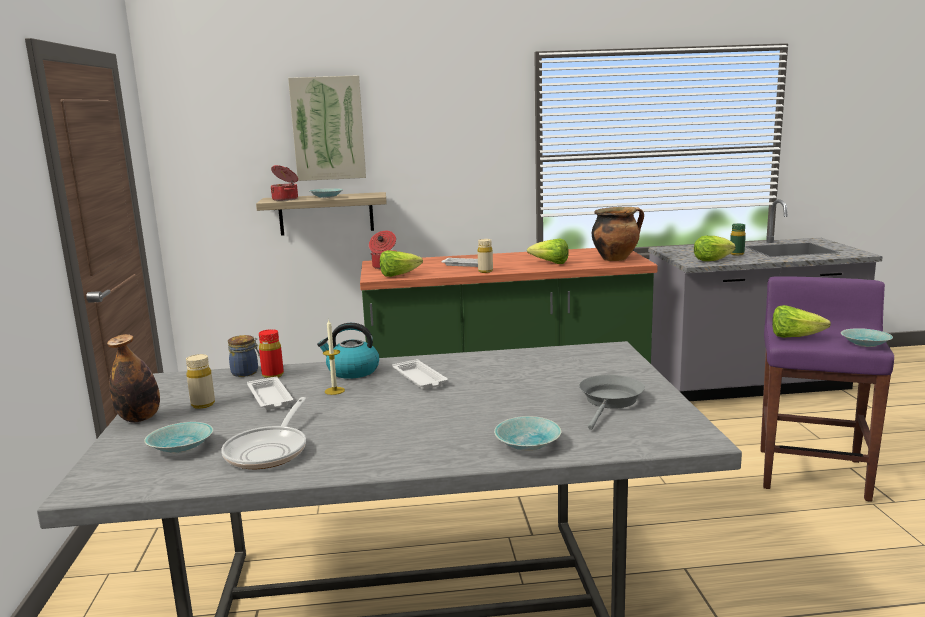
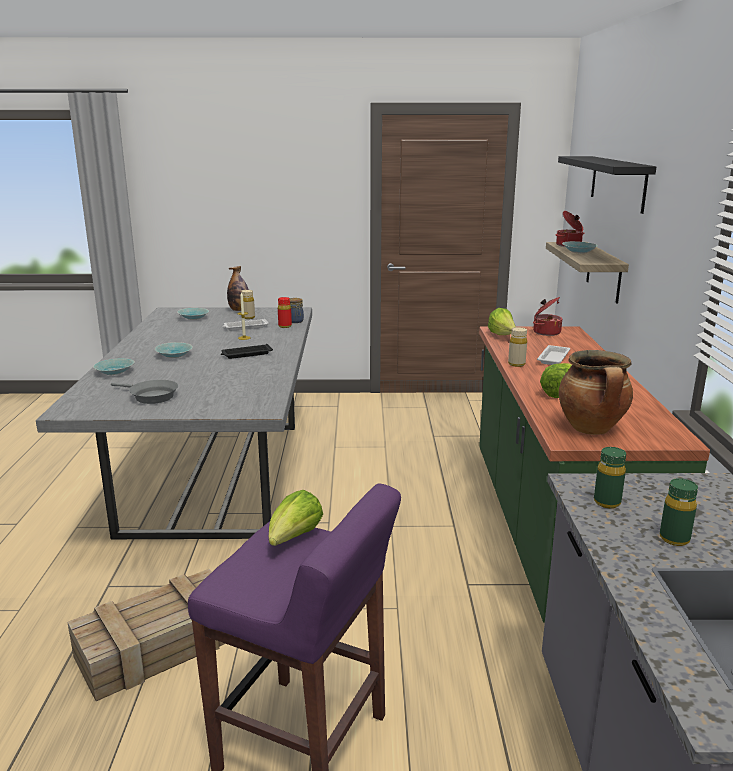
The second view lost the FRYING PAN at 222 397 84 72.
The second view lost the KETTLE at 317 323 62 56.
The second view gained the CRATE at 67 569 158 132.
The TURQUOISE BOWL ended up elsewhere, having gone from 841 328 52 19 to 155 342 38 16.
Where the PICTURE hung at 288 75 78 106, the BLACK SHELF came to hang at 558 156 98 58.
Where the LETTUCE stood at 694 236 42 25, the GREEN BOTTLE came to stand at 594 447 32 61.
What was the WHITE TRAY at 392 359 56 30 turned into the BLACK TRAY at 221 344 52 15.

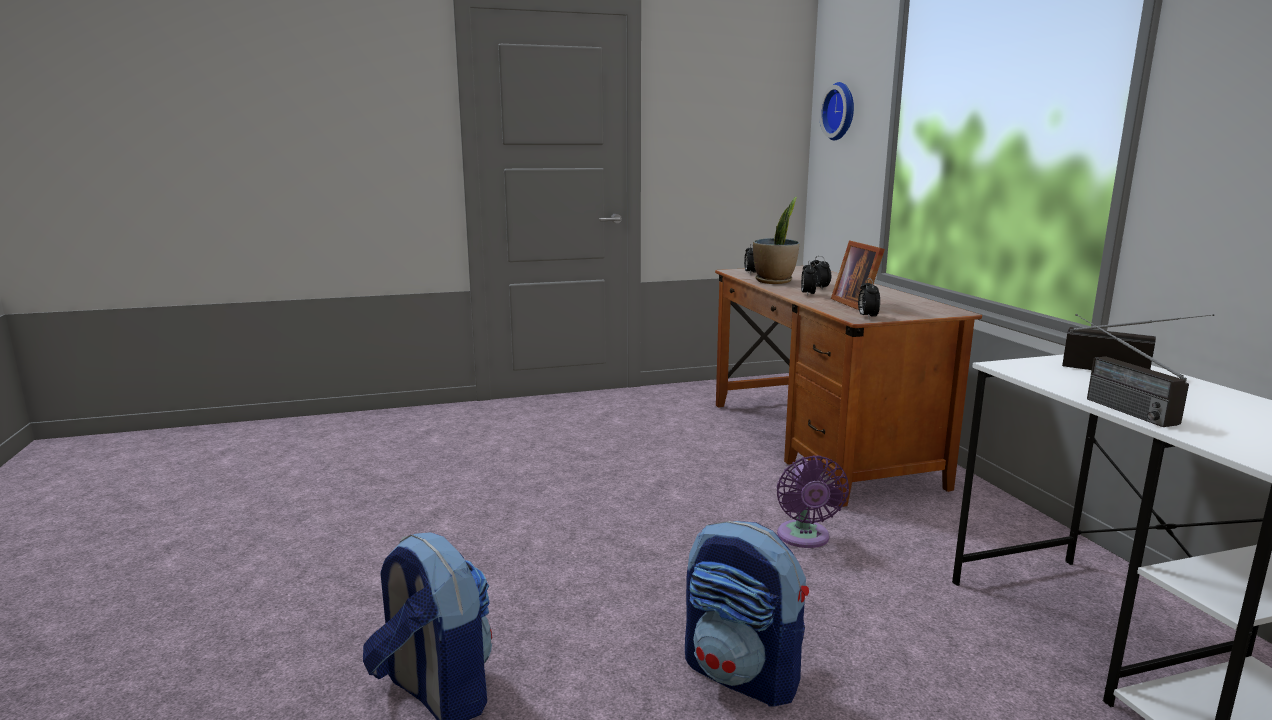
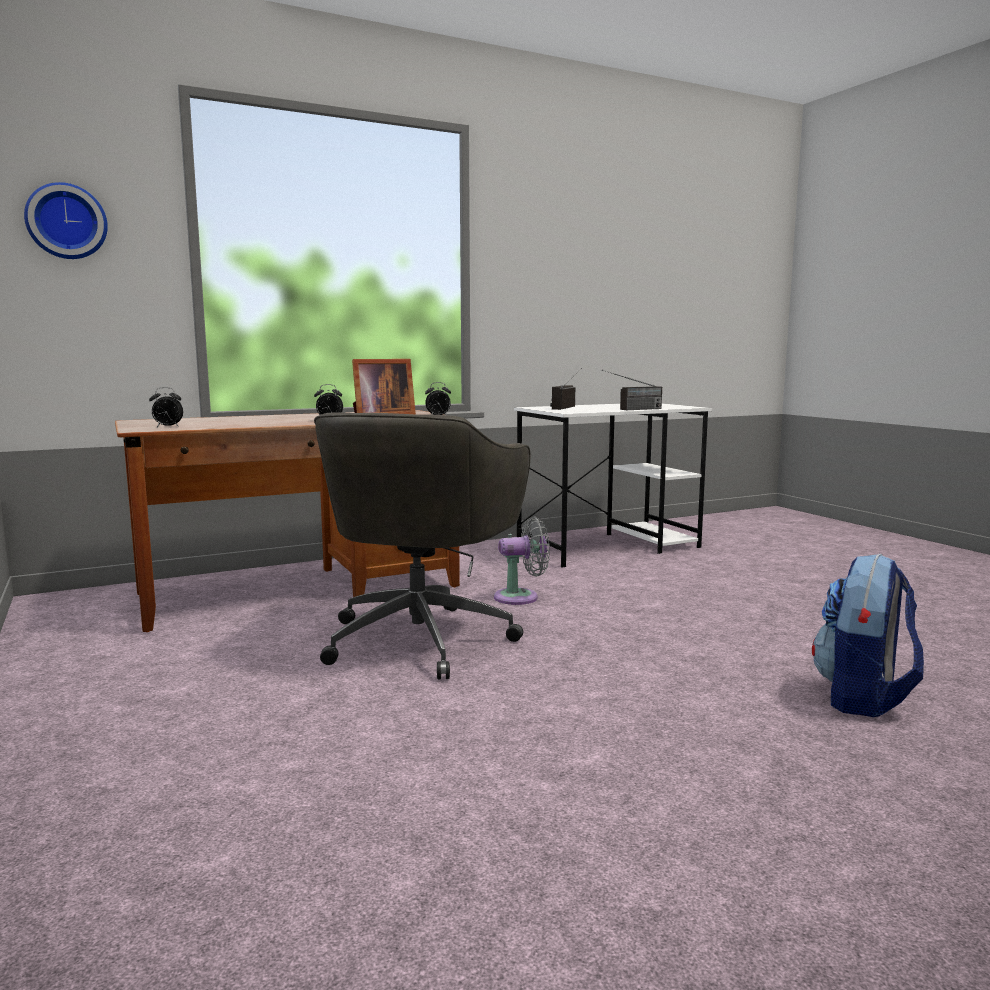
The second view lost the BACKPACK at 685 521 124 186.
The second view lost the POTTED PLANT at 753 197 46 87.
The second view lost the ALARM CLOCK at 811 256 20 34.
The second view gained the GREY OFFICE CHAIR at 314 412 216 268.
What was the PURPLE FAN at 776 455 73 93 turned into the GREY FAN at 494 516 56 89.

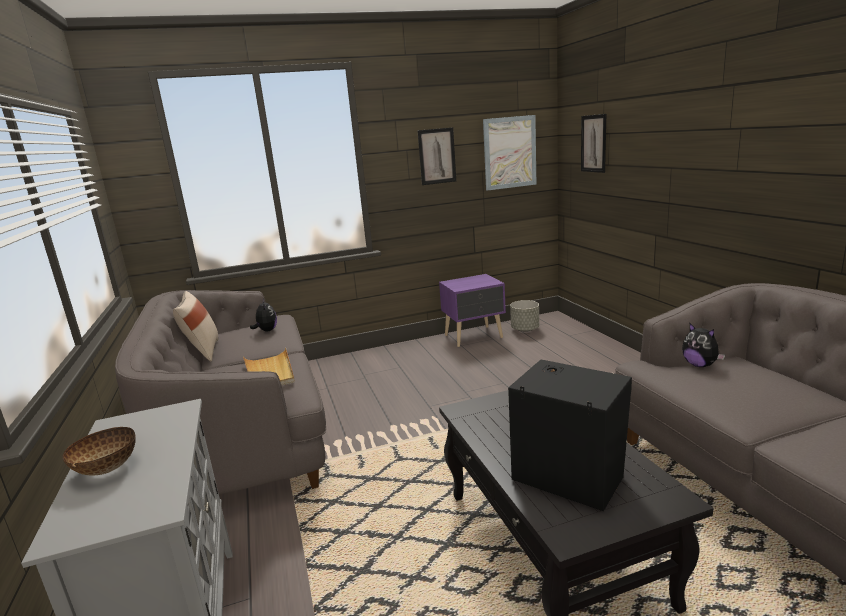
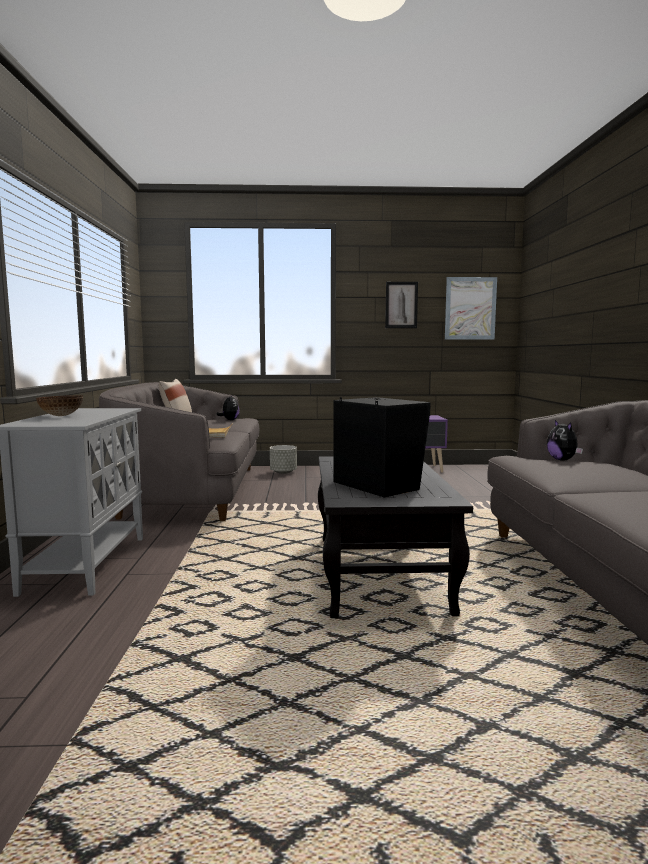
The second view lost the PICTURE at 581 114 25 59.
The GREY PLANTER ended up elsewhere, having gone from 510 300 29 32 to 270 445 27 29.

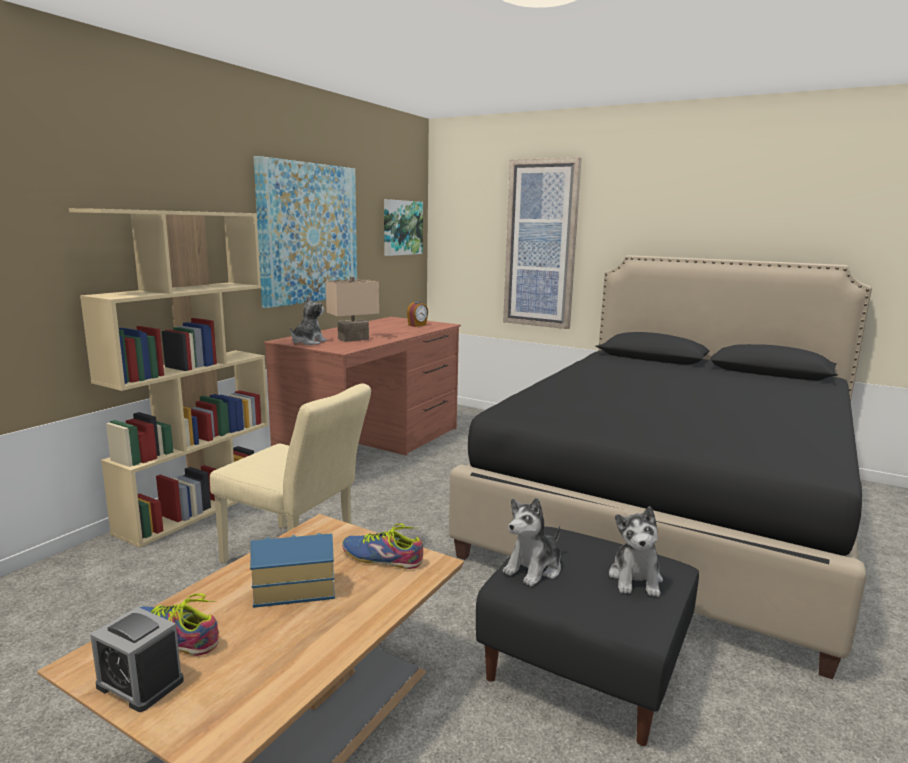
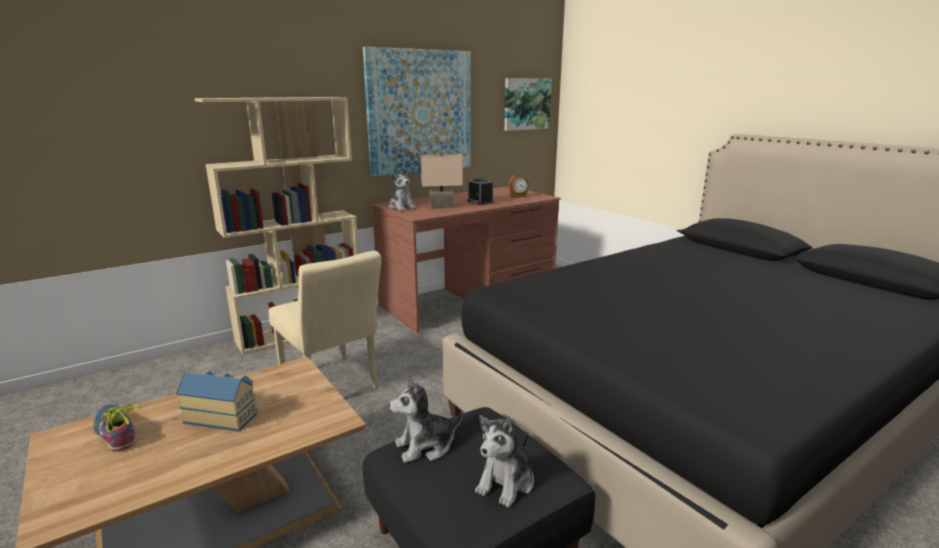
The second view lost the SHOE at 342 523 81 46.
The second view lost the PICTURE at 503 157 78 172.
The ALARM CLOCK ended up elsewhere, having gone from 90 607 94 105 to 467 178 27 27.
The PLUSH TOY at 290 295 37 50 ended up facing another way, 90 degrees clockwise from before.

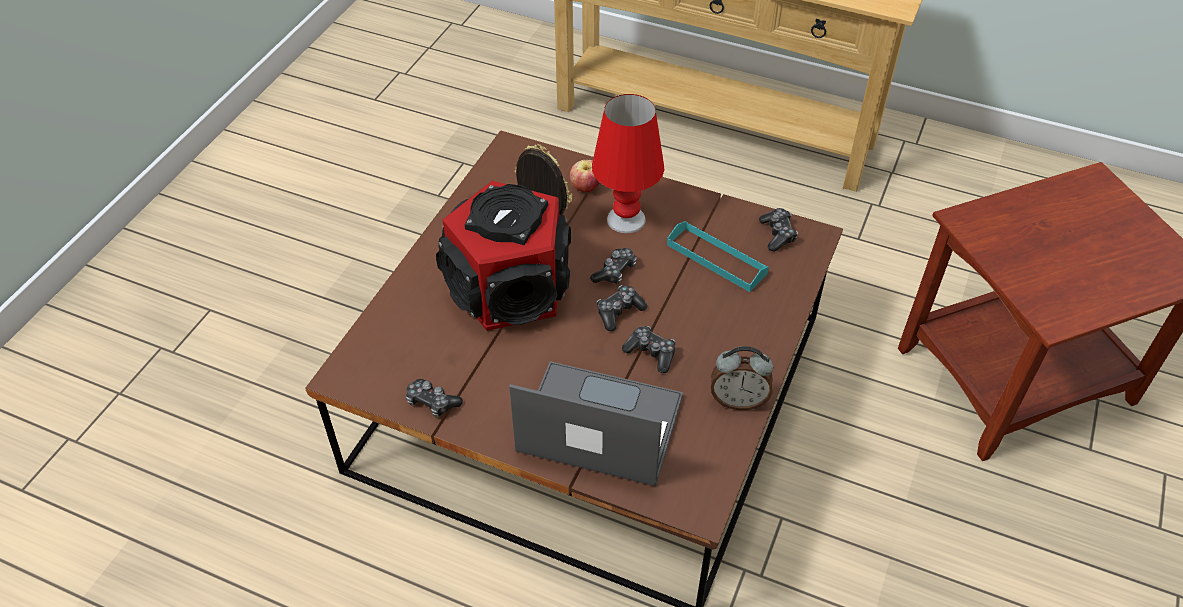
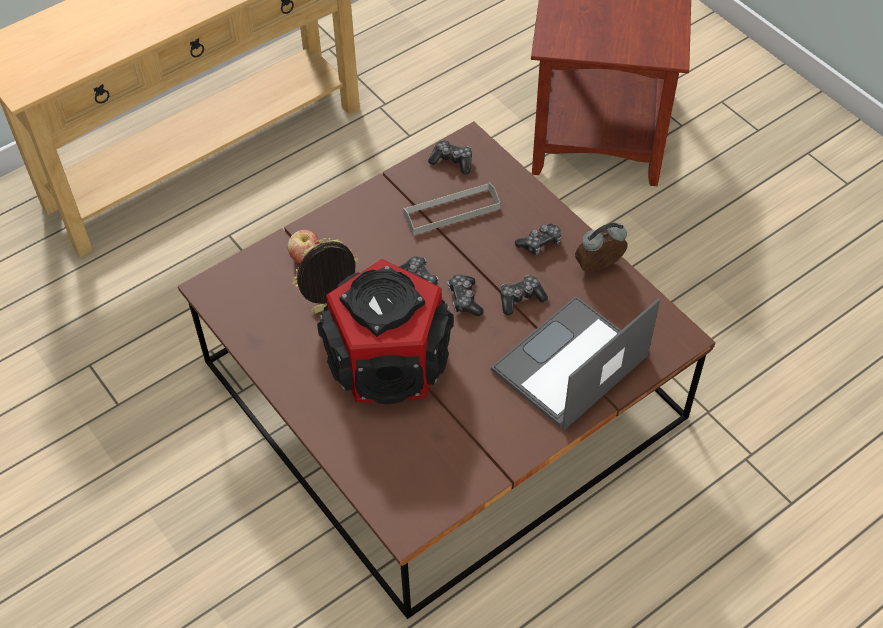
The second view lost the RED TABLE LAMP at 592 94 72 140.
The GAME CONTROLLER ended up elsewhere, having gone from 406 379 57 38 to 515 224 46 31.
What was the TURQUOISE TRAY at 667 221 102 71 turned into the GREY TRAY at 403 182 97 53.
The ALARM CLOCK at 711 346 62 64 ended up facing another way, 150 degrees counterclockwise from before.

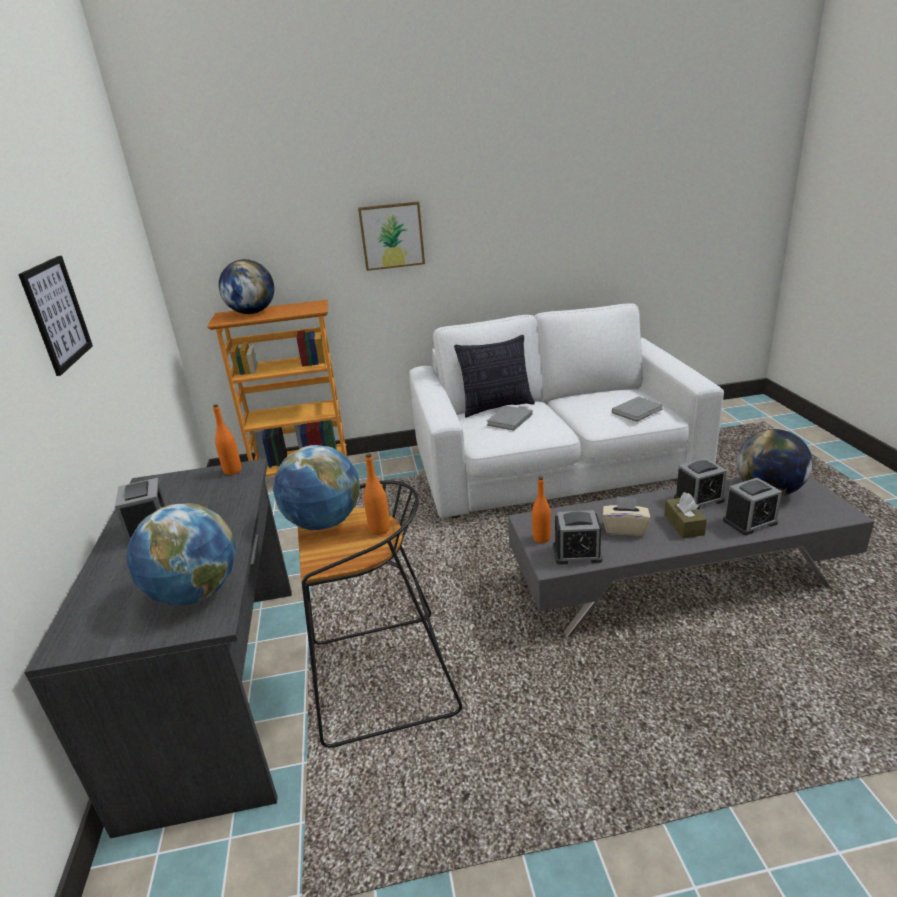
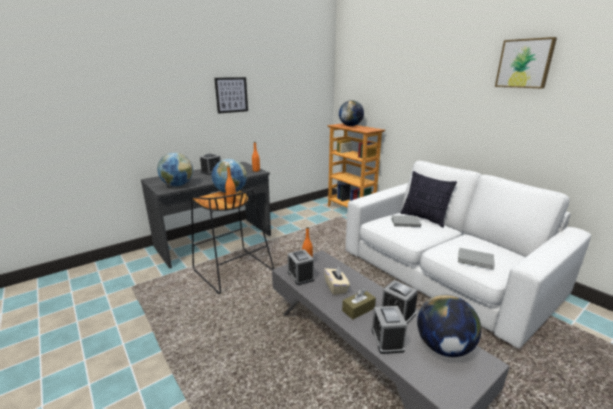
The PICTURE ended up elsewhere, having gone from 358 201 67 70 to 495 37 62 51.
The ALARM CLOCK at 723 478 59 57 ended up facing another way, 45 degrees clockwise from before.

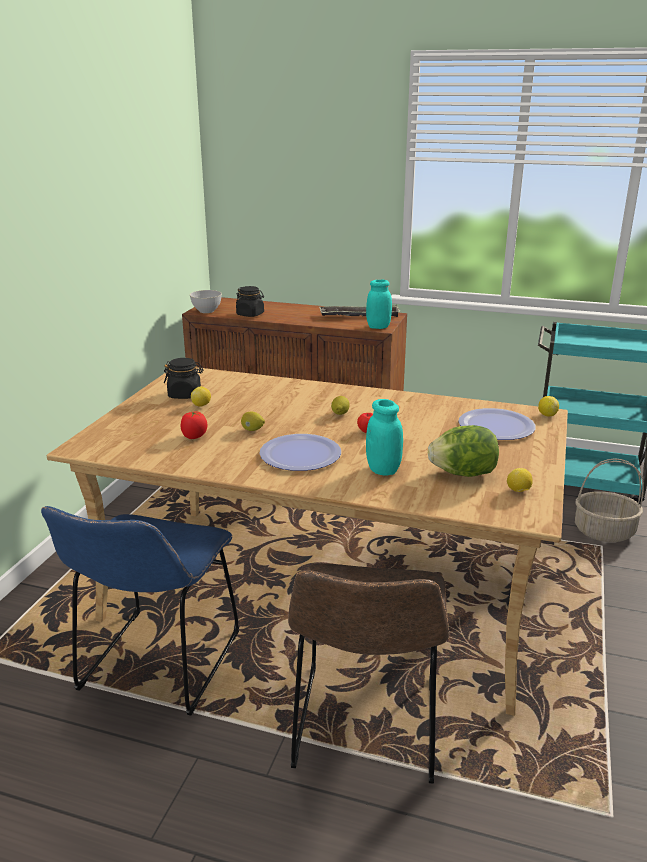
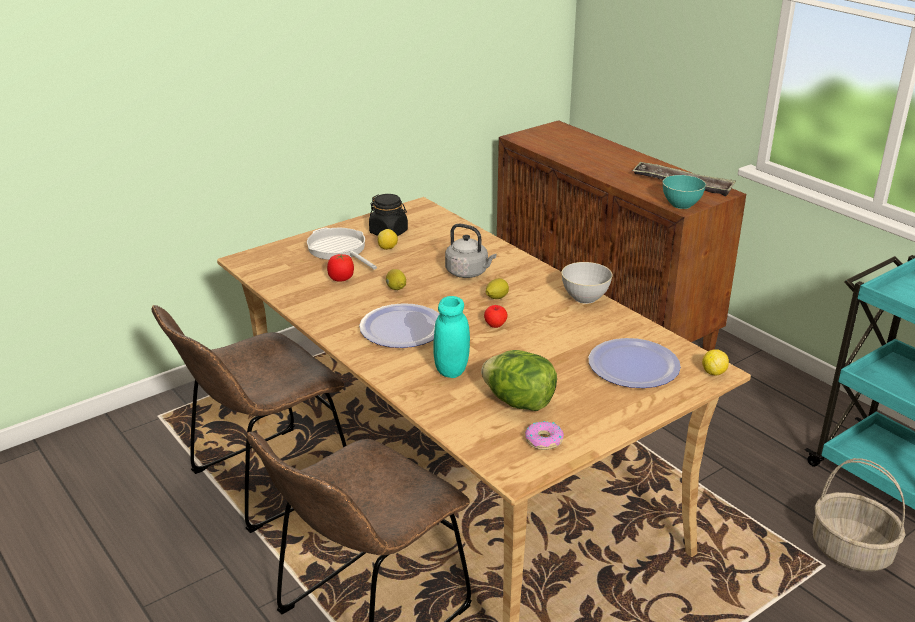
The second view lost the BLACK JAR at 236 286 28 31.
The second view gained the FRYING PAN at 307 227 70 42.
The second view gained the GREY KETTLE at 445 224 51 54.
The GREY BOWL ended up elsewhere, having gone from 190 290 32 23 to 562 262 50 42.
Where the TURQUOISE JAR stood at 366 280 26 49, the TURQUOISE BOWL came to stand at 663 175 43 34.
Where the LEMON stood at 507 468 26 24, the DONUT came to stand at 525 421 39 29.
What was the BLUE CHAIR at 41 506 198 210 turned into the BROWN CHAIR at 152 305 195 228.

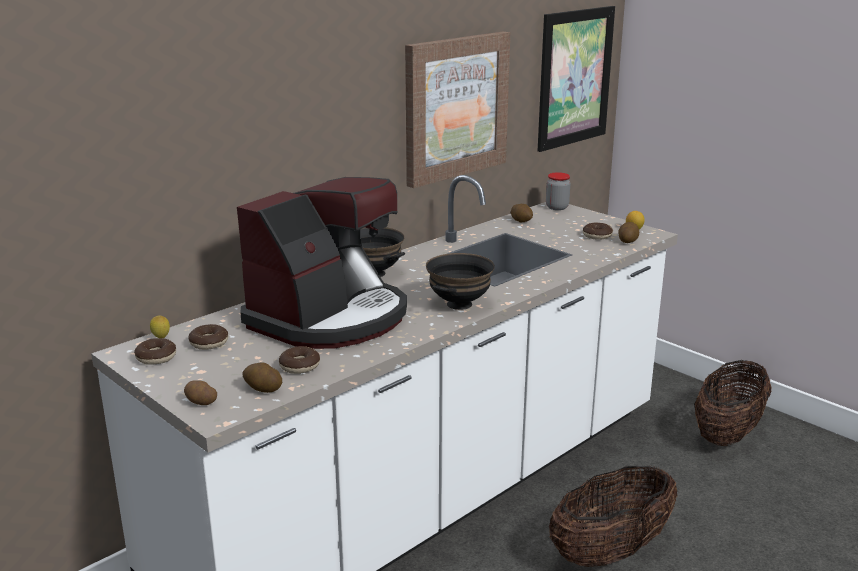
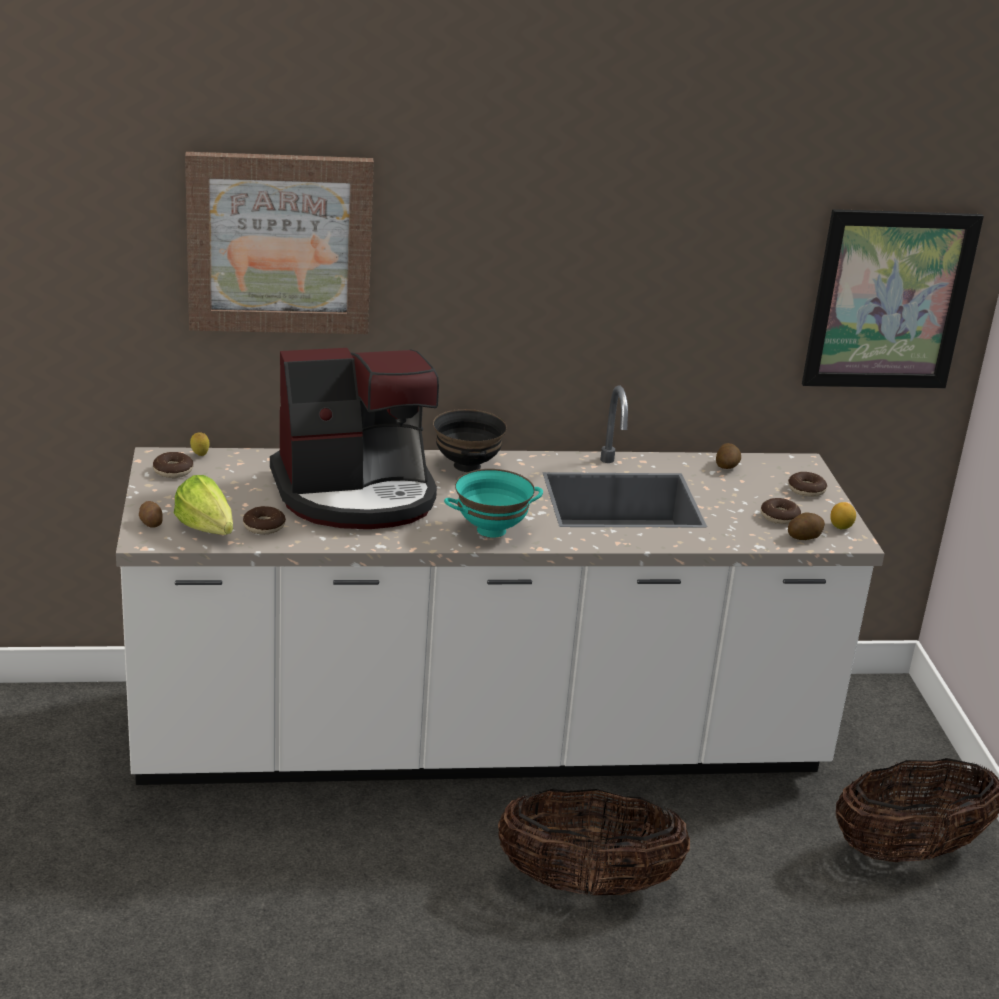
The second view lost the JAR at 546 172 25 38.
The DONUT ended up elsewhere, having gone from 188 324 40 26 to 788 472 39 25.
The PICTURE ended up elsewhere, having gone from 405 32 105 156 to 185 152 189 182.
Where the POTATO stood at 242 363 40 30, the LETTUCE came to stand at 174 475 59 60.
What was the BLACK BOWL at 426 253 69 57 turned into the TURQUOISE BOWL at 444 469 99 69.

